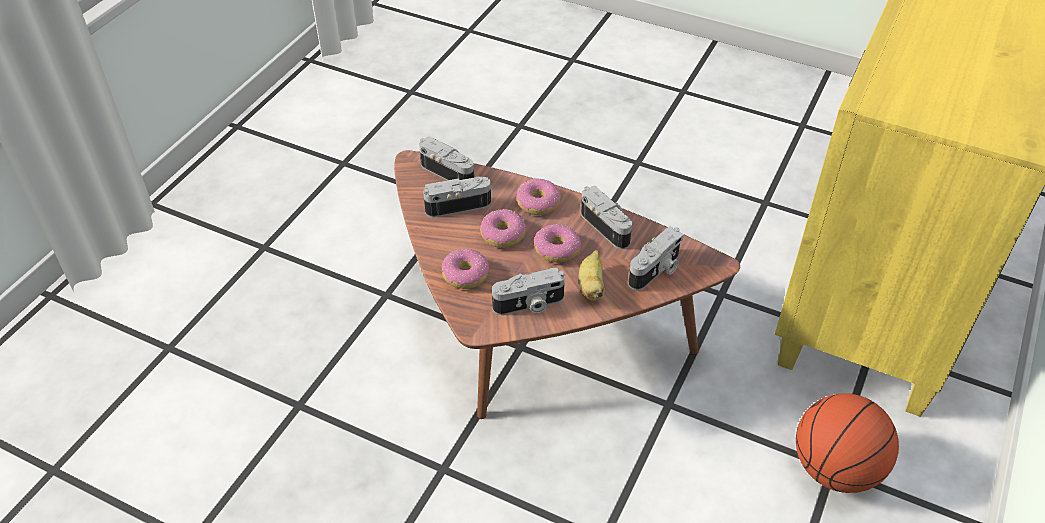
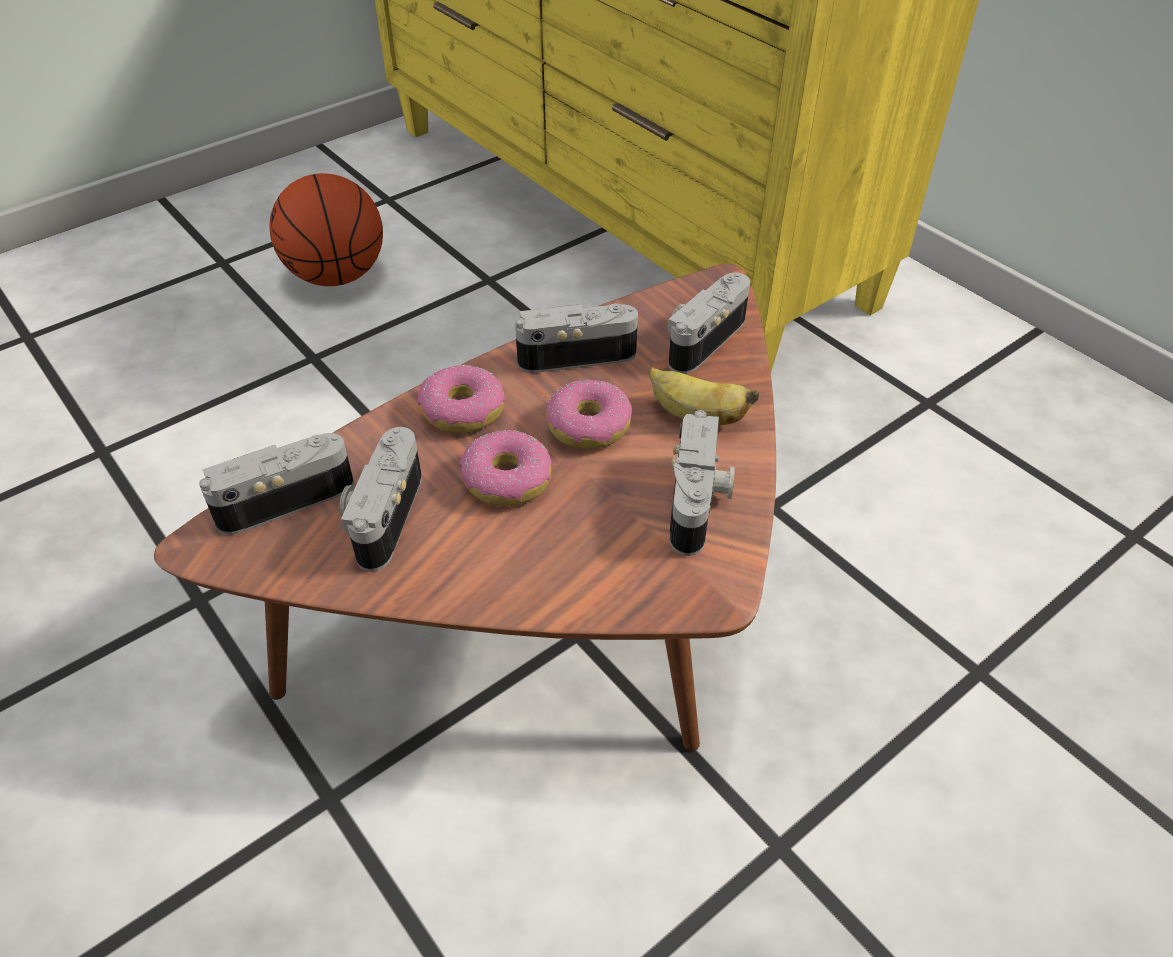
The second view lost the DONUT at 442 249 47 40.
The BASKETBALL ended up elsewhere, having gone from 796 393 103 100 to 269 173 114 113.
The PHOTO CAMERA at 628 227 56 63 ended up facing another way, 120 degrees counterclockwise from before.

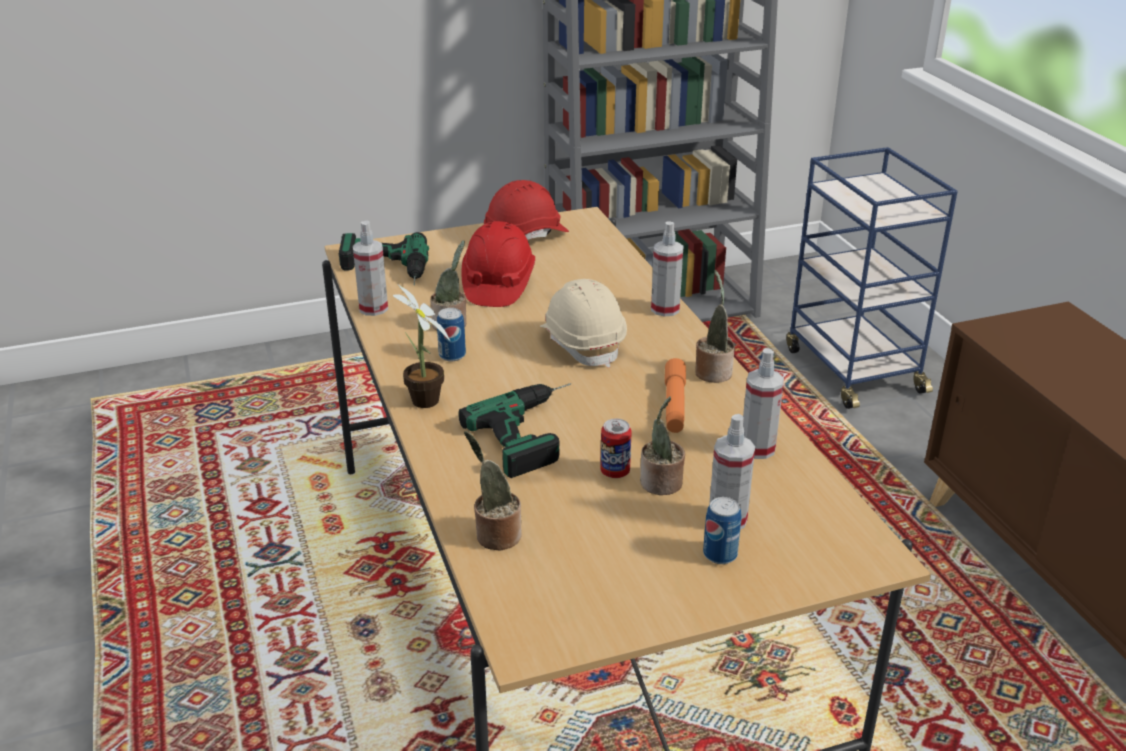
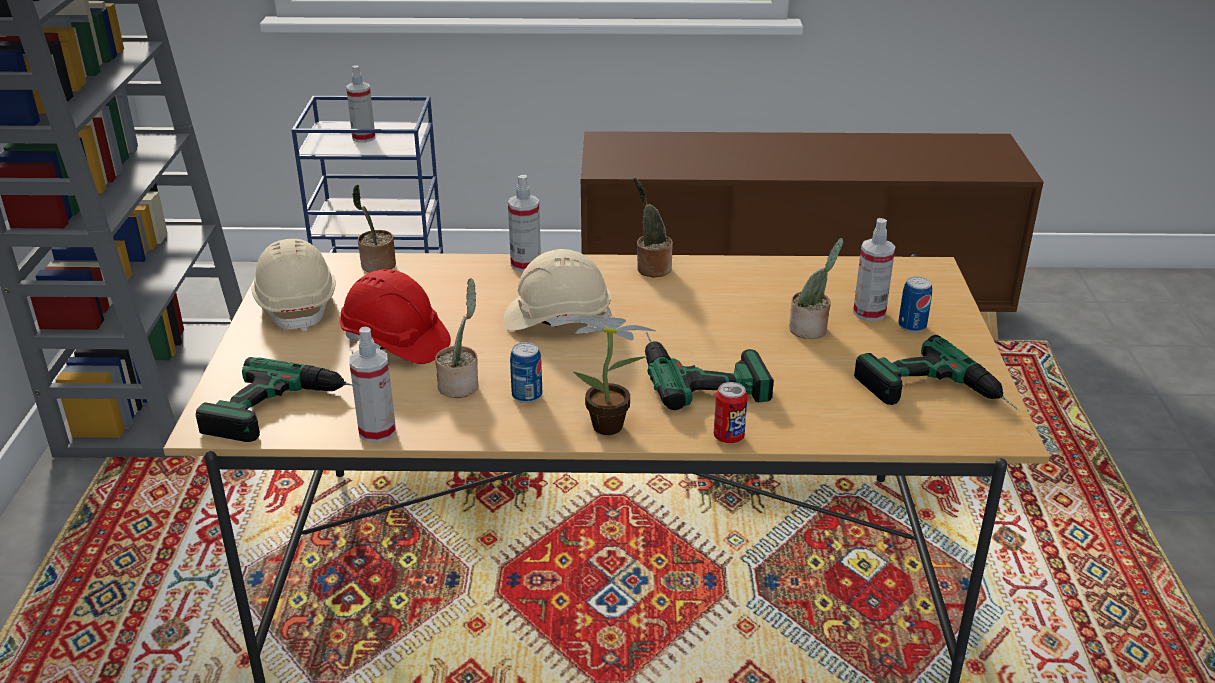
The second view lost the ORANGE FLASHLIGHT at 665 358 21 75.
The second view gained the POWER DRILL at 854 335 165 75.
The POTTED PLANT ended up elsewhere, having gone from 464 431 58 120 to 352 184 44 88.
The CAN ended up elsewhere, having gone from 600 418 32 60 to 714 382 34 61.
The SPRAY BOTTLE ended up elsewhere, having gone from 743 348 41 111 to 346 66 30 77.
What was the RED HARD HAT at 484 180 85 60 turned into the BEIGE HARD HAT at 251 239 85 93.

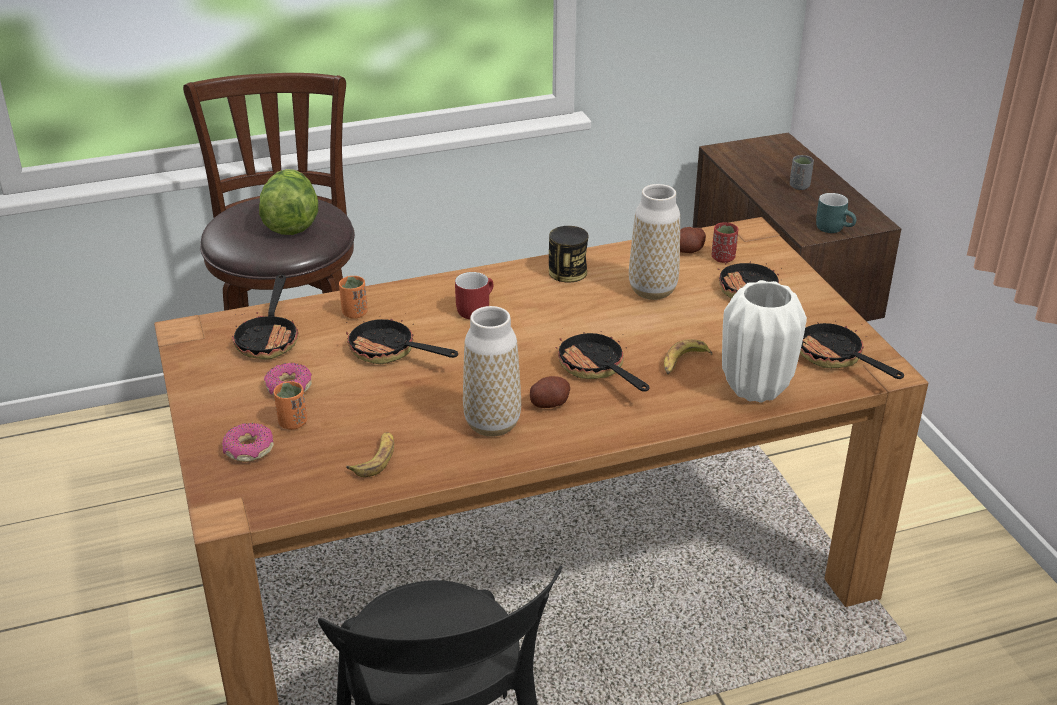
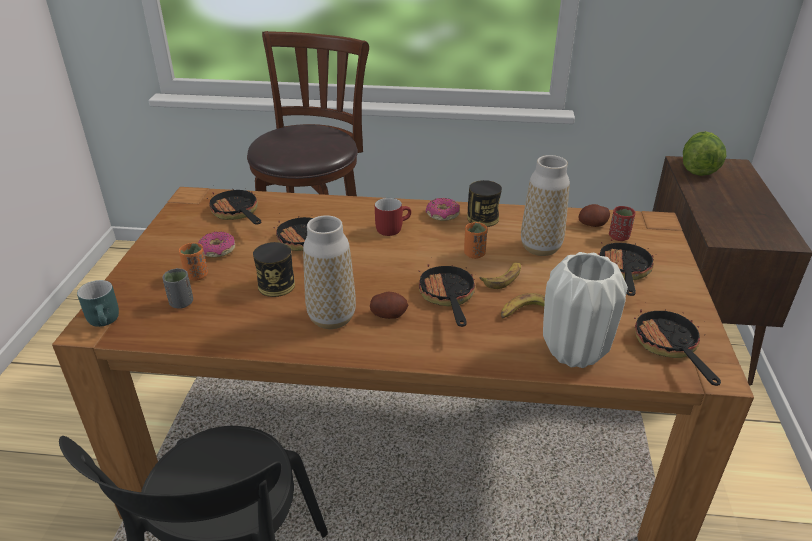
The second view gained the CAN at 253 242 42 55.
The DONUT ended up elsewhere, having gone from 222 423 52 39 to 426 198 34 23.
The LETTUCE ended up elsewhere, having gone from 259 169 59 66 to 683 131 43 45.
The ORANGE CUP ended up elsewhere, having gone from 339 276 29 43 to 464 222 23 37.
The BANANA ended up elsewhere, having gone from 346 432 48 45 to 480 262 41 27.
The GREY CUP ended up elsewhere, having gone from 790 155 24 35 to 162 268 31 41.
The TURQUOISE MUG ended up elsewhere, having gone from 816 193 40 40 to 77 280 42 47.
The FRYING PAN at 232 275 67 84 ended up facing another way, 120 degrees clockwise from before.

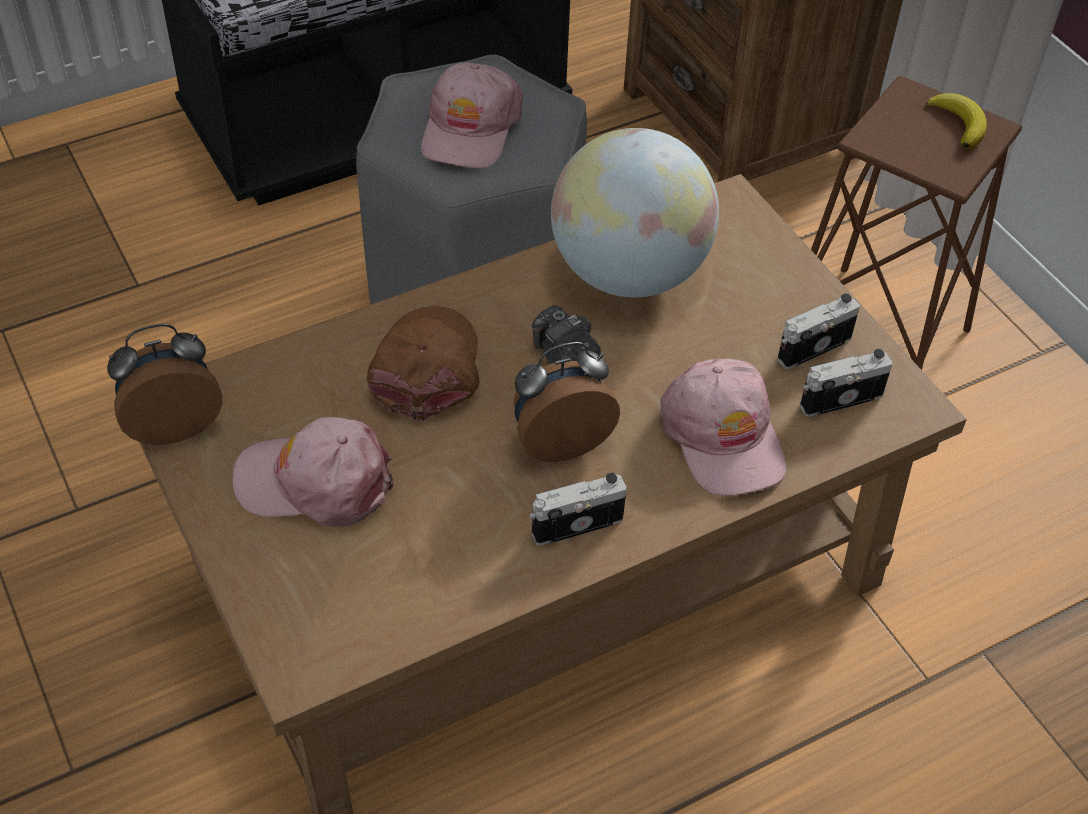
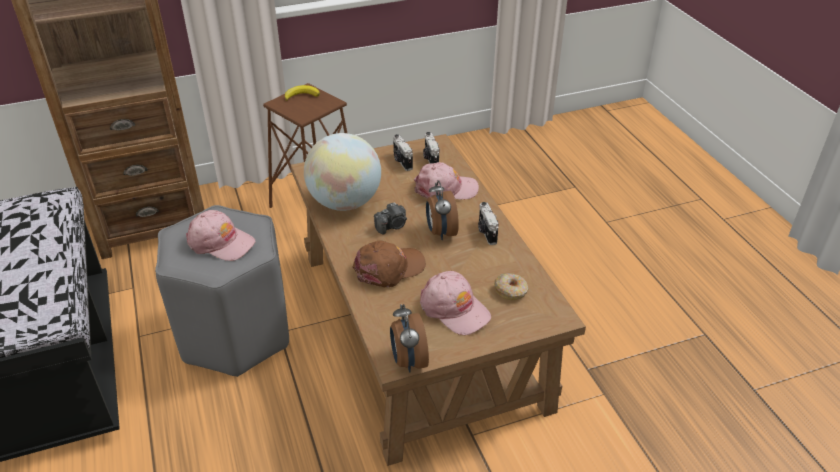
The second view gained the DONUT at 494 273 34 27.
The PINK CAP at 232 417 162 110 ended up facing another way, 60 degrees counterclockwise from before.
The BROWN CAP at 367 306 113 115 ended up facing another way, 135 degrees clockwise from before.

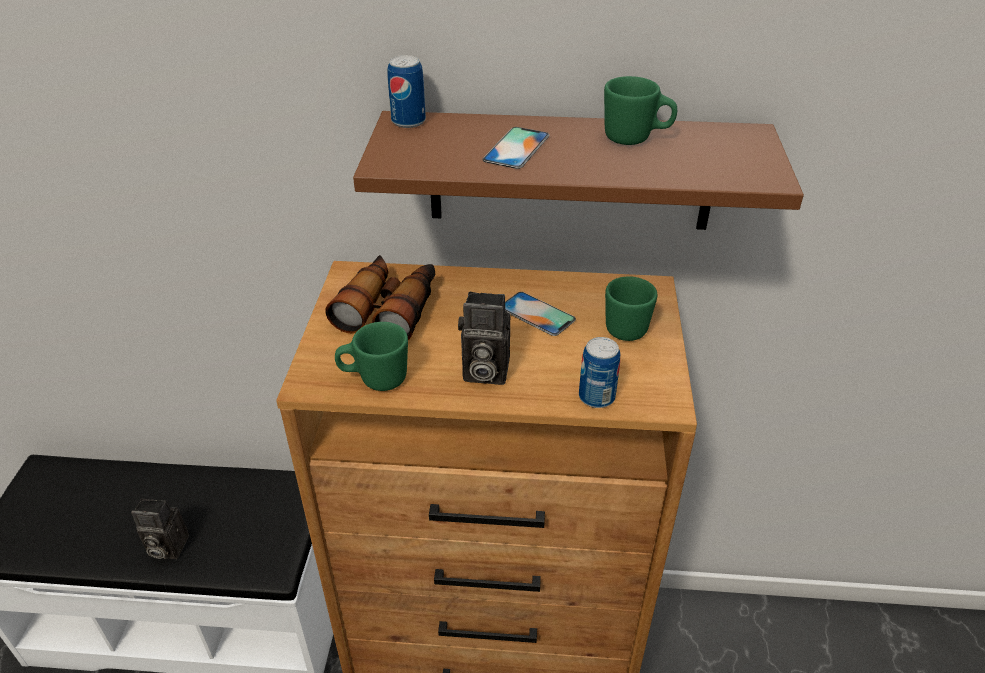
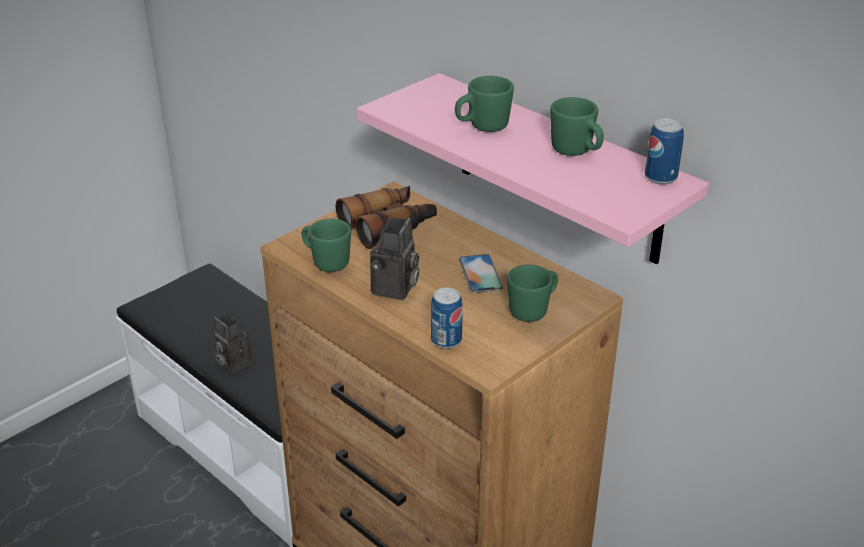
The CAN ended up elsewhere, having gone from 388 55 38 73 to 645 118 39 66.
Where the PHONE stood at 482 127 67 42, the GREEN MUG came to stand at 455 76 59 56.
What was the BROWN SHELF at 353 111 451 119 turned into the PINK SHELF at 357 73 352 191.
The PHOTO CAMERA at 458 291 52 94 ended up facing another way, 120 degrees counterclockwise from before.

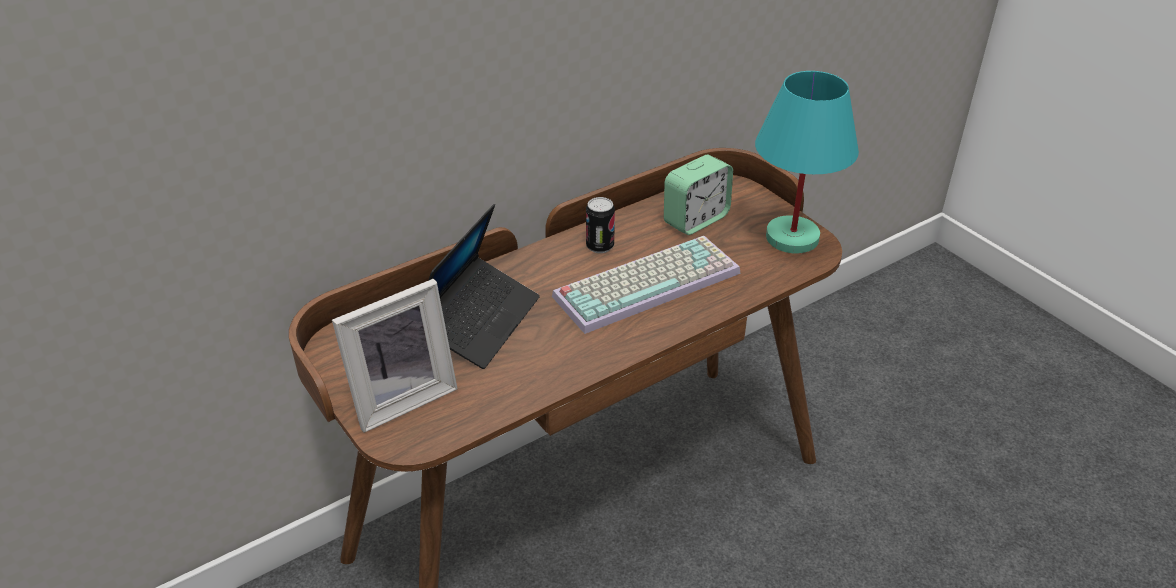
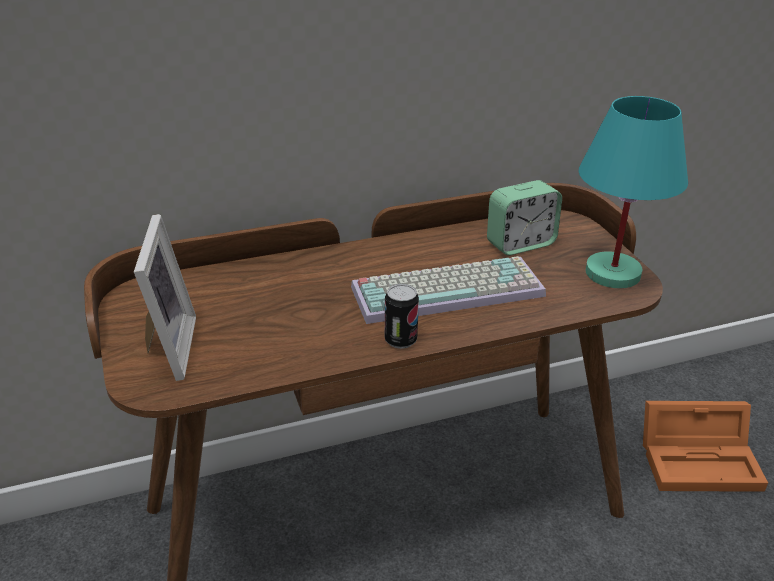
The second view lost the LAPTOP at 428 204 112 165.
The second view gained the ORANGE STORAGE BOX at 643 401 125 91.
The CAN ended up elsewhere, having gone from 586 197 29 56 to 385 284 34 65.
The PICTURE FRAME at 332 279 126 154 ended up facing another way, 75 degrees counterclockwise from before.

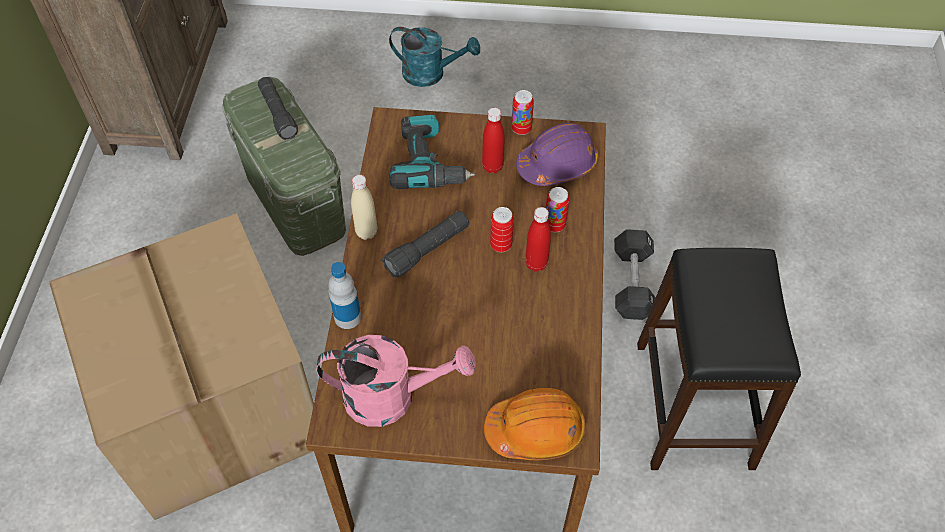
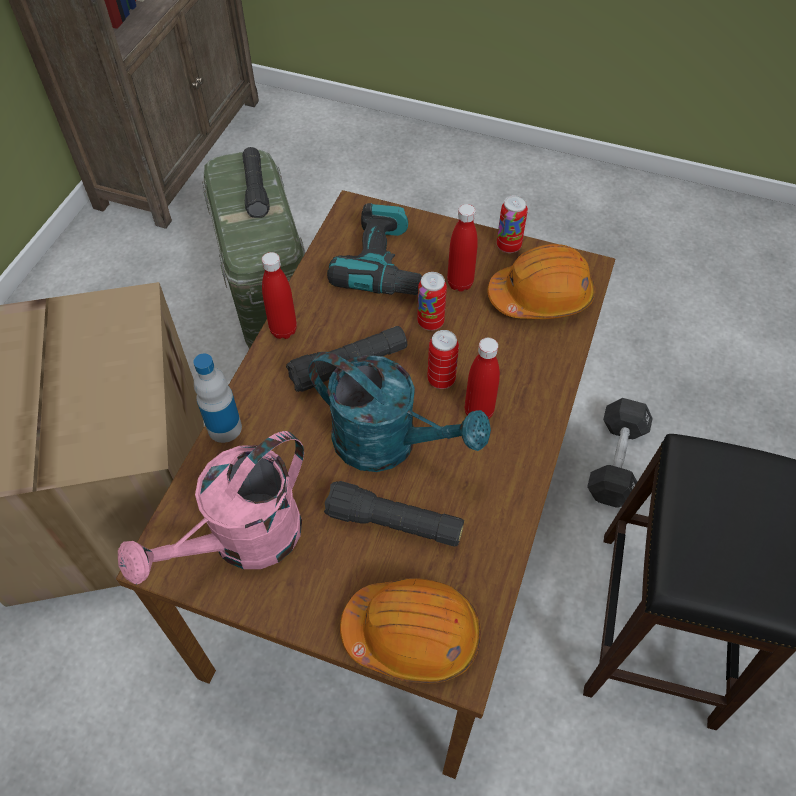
The second view gained the BLACK FLASHLIGHT at 324 481 140 66.
The TURQUOISE WATERING CAN ended up elsewhere, having gone from 389 27 91 60 to 308 352 183 120.
The CAN ended up elsewhere, having gone from 546 187 23 45 to 417 272 30 59.
What was the BEIGE BOTTLE at 351 175 26 65 turned into the RED BOTTLE at 262 252 35 87.
What was the PURPLE HARD HAT at 516 123 83 63 turned into the ORANGE HARD HAT at 487 244 108 75.
The PINK WATERING CAN at 316 335 160 92 ended up facing another way, 120 degrees clockwise from before.

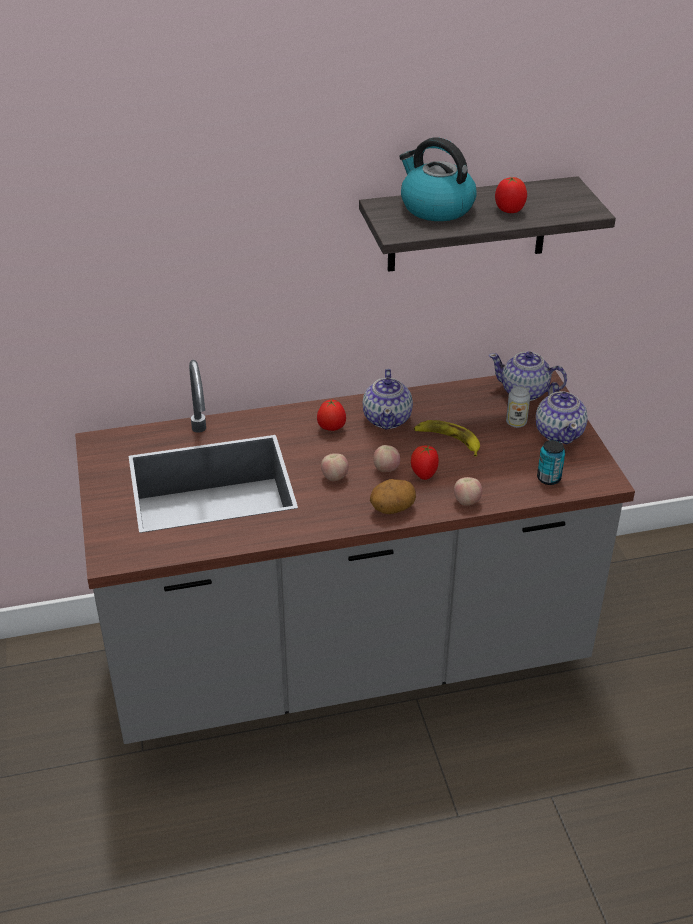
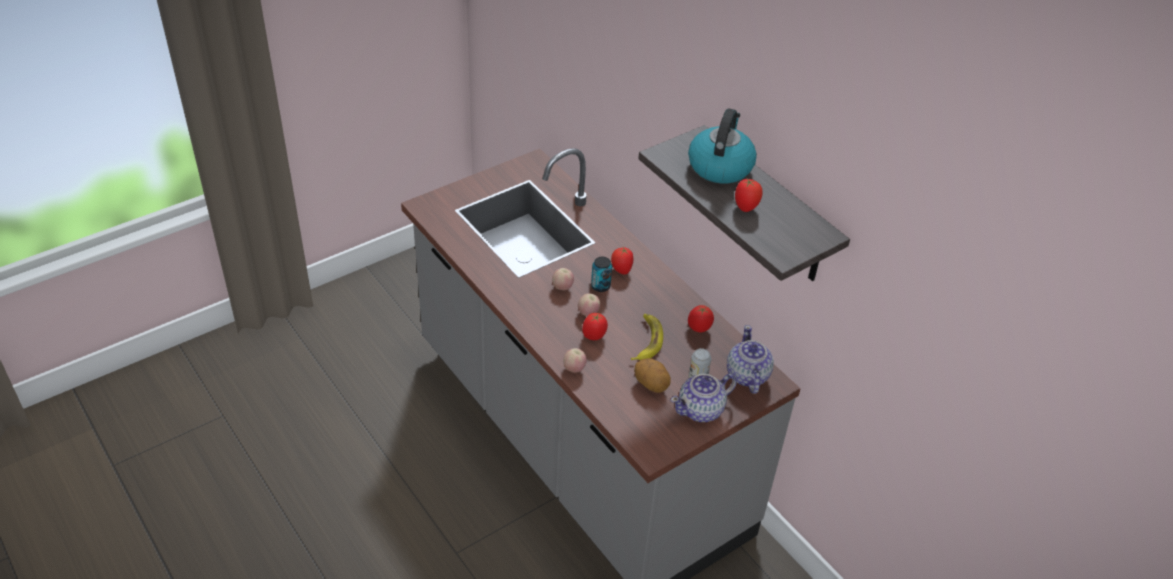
The second view lost the TEAPOT at 363 369 50 61.
The second view gained the TOMATO at 688 305 26 27.
The POTATO ended up elsewhere, having gone from 370 479 46 35 to 634 358 37 35.
The CAN ended up elsewhere, having gone from 537 440 28 45 to 591 257 21 35.

